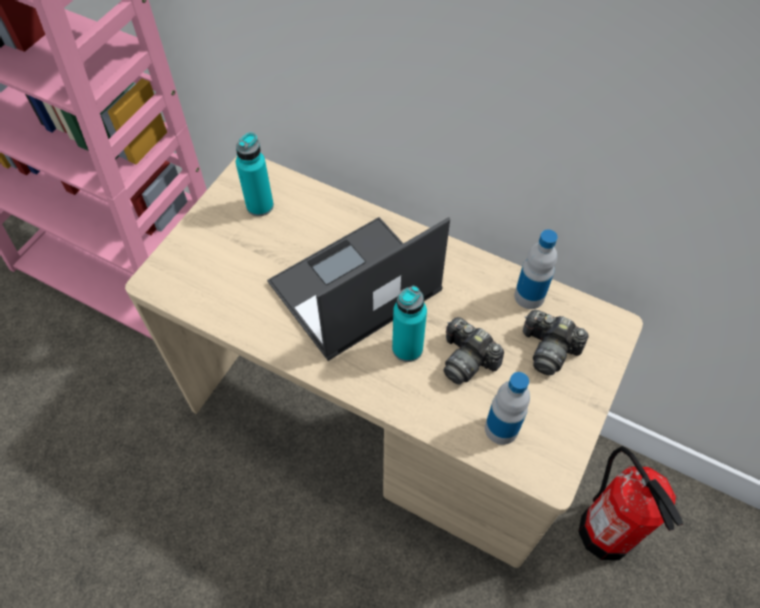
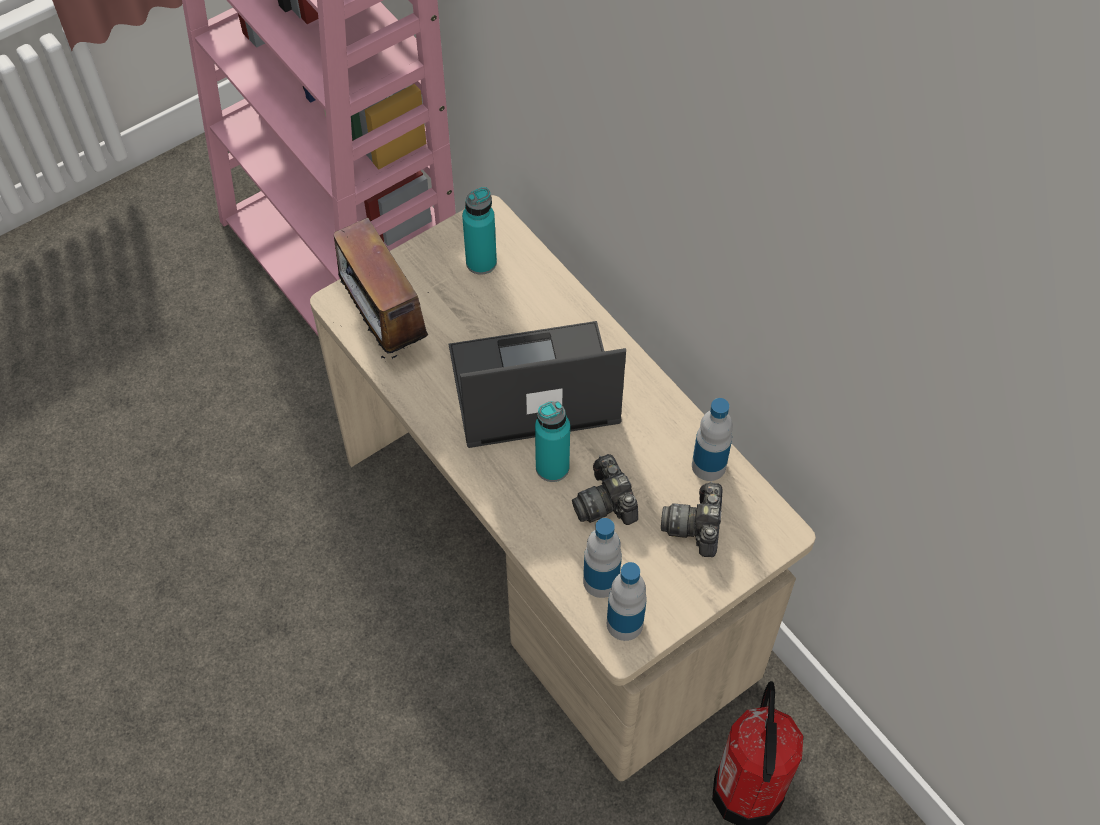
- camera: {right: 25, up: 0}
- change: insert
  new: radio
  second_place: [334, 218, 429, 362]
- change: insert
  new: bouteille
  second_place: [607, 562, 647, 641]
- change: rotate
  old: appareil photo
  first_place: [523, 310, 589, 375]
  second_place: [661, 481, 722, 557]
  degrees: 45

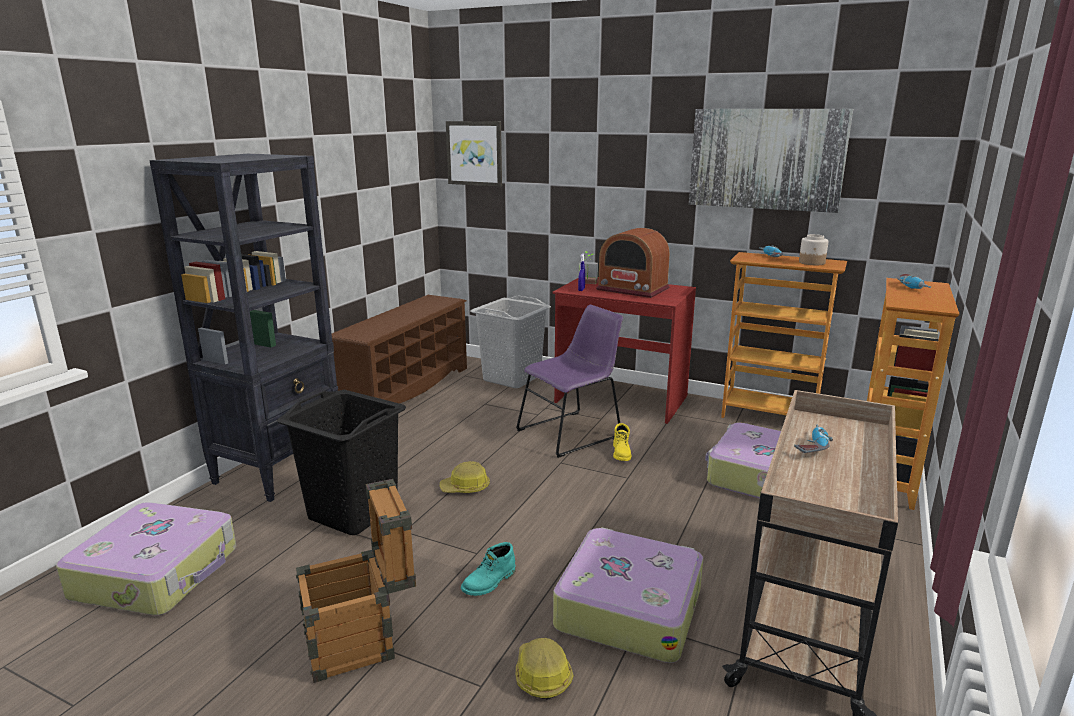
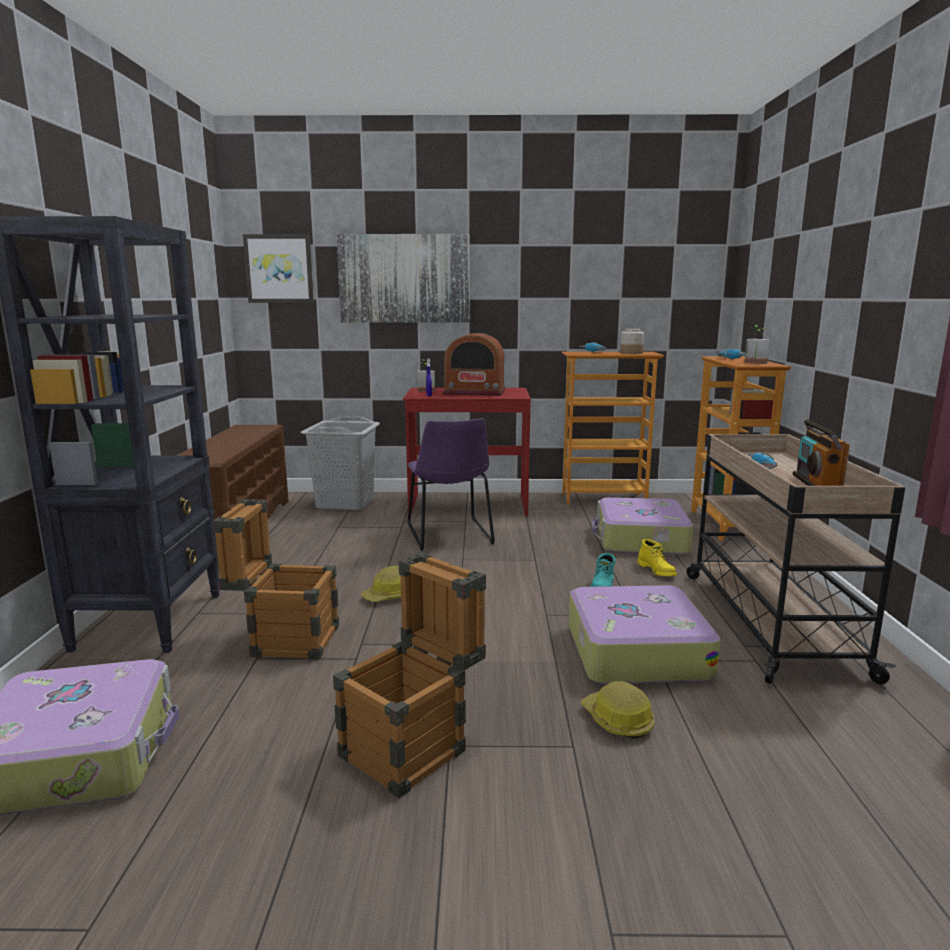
- camera: {right: -25, up: -5}
- change: replace
  old: panier à linge [noir]
  new: caisse
  first_place: [277, 390, 406, 535]
  second_place: [213, 499, 339, 660]
- change: move
  old: tableau
  first_place: [689, 109, 853, 213]
  second_place: [336, 234, 470, 323]
- change: rotate
  old: chaise [violet]
  first_place: [516, 305, 623, 458]
  second_place: [407, 418, 495, 551]
  degrees: 135
- change: move
  old: botte [turquoise]
  first_place: [461, 542, 516, 596]
  second_place: [590, 553, 616, 587]
- change: move
  old: botte [jaune]
  first_place: [613, 423, 632, 461]
  second_place: [637, 539, 677, 576]
- change: insert
  new: plante en pot
  second_place: [744, 325, 770, 364]
- change: insert
  new: radio
  second_place: [793, 419, 850, 486]

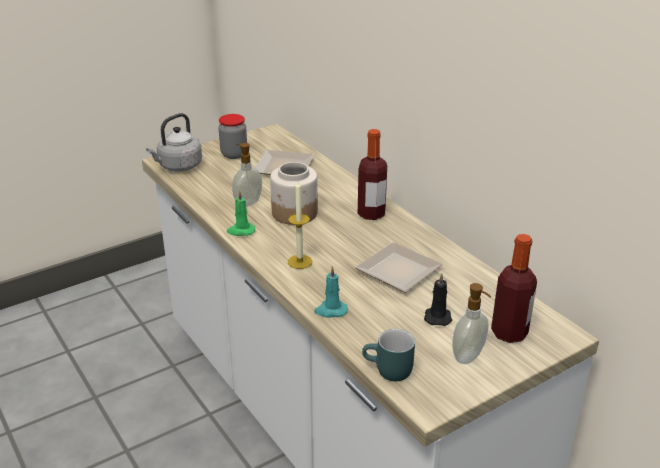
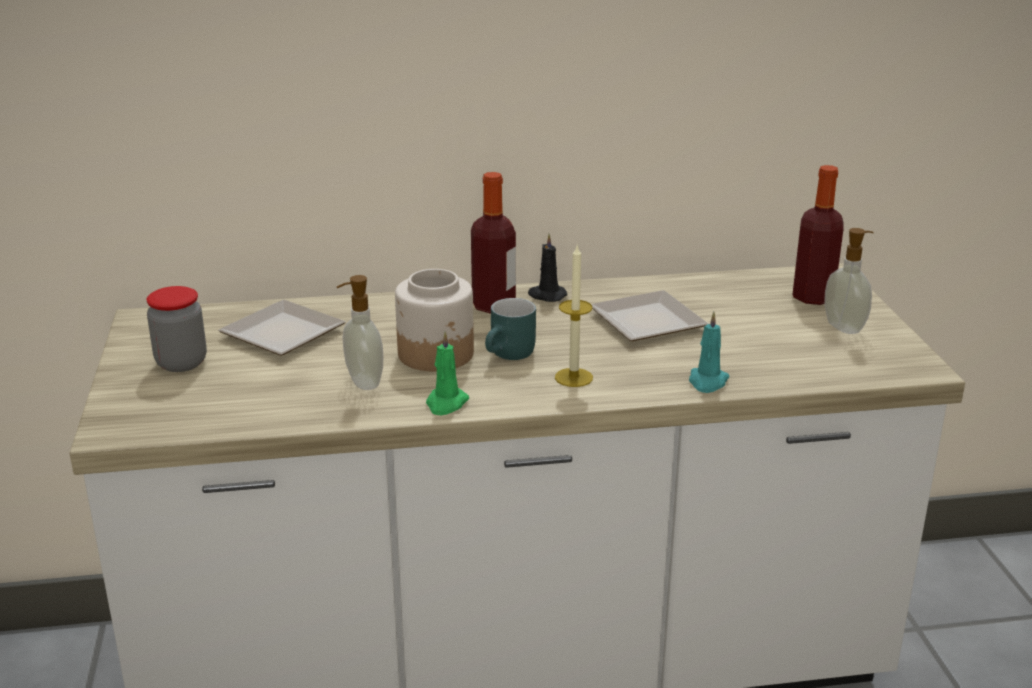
- camera: {right: -65, up: -5}
- change: move
  old: mug [turquoise]
  first_place: [362, 329, 415, 381]
  second_place: [485, 298, 536, 360]
- change: move
  old: bougie [noir]
  first_place: [424, 273, 452, 326]
  second_place: [528, 234, 567, 302]
- change: delete
  old: bouilloire [gris]
  first_place: [146, 113, 202, 171]

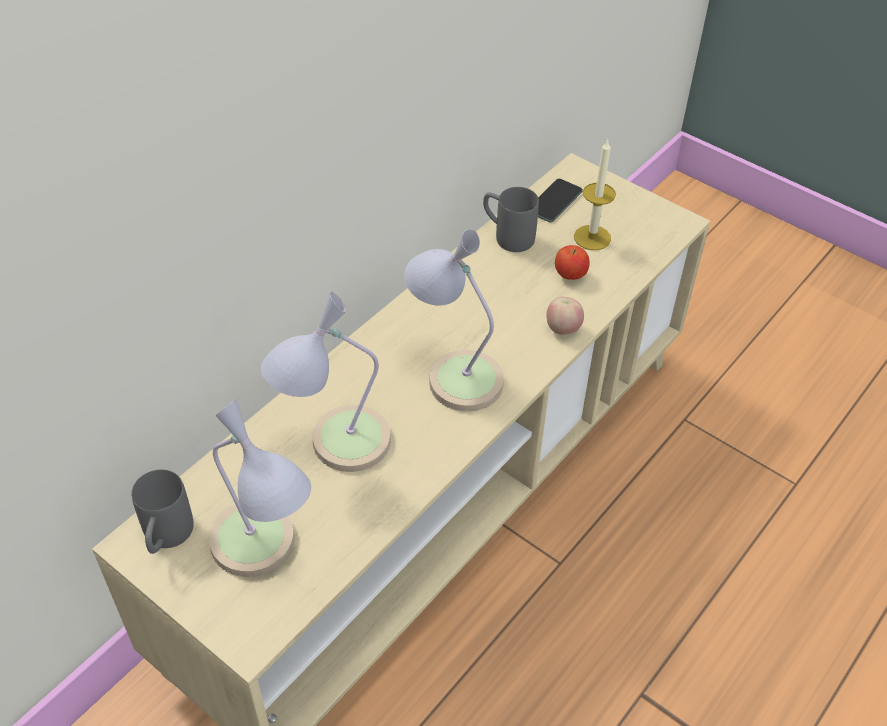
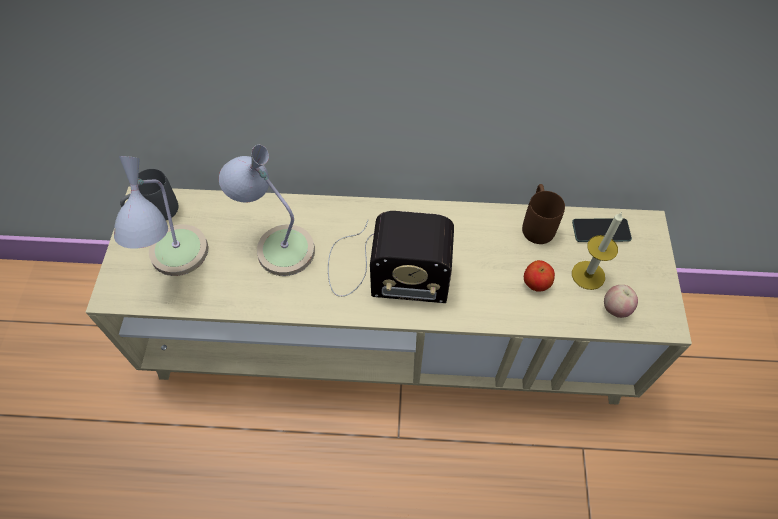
- camera: {right: 55, up: 10}
- change: replace
  old: lampe de table
  new: radio
  first_place: [404, 229, 504, 412]
  second_place: [328, 211, 454, 303]
- change: recolor
  old: mug [gris]
  new: mug [marron]
  first_place: [483, 187, 539, 252]
  second_place: [522, 184, 565, 244]
- change: move
  old: pomme
  first_place: [546, 297, 584, 335]
  second_place: [604, 285, 638, 318]

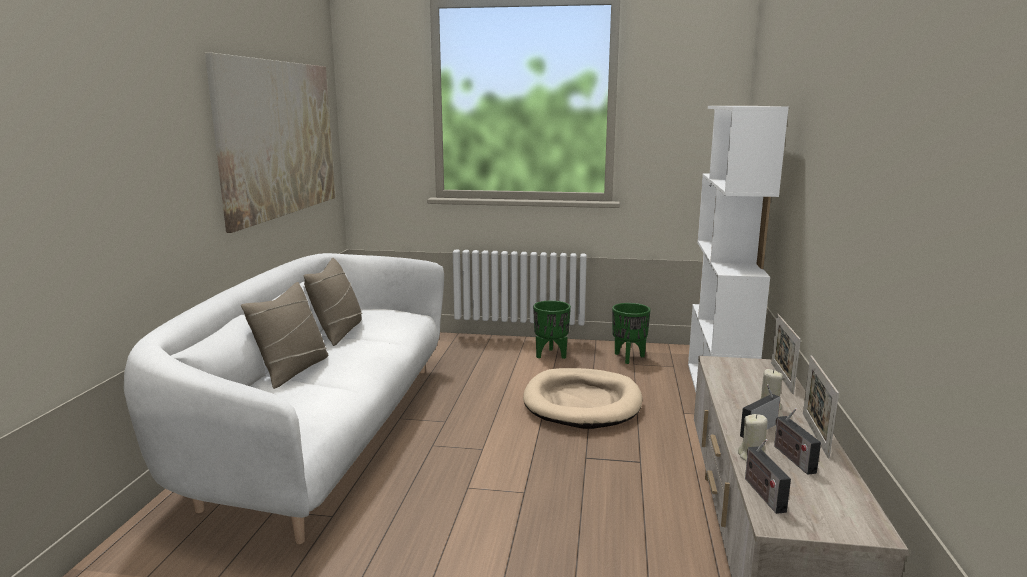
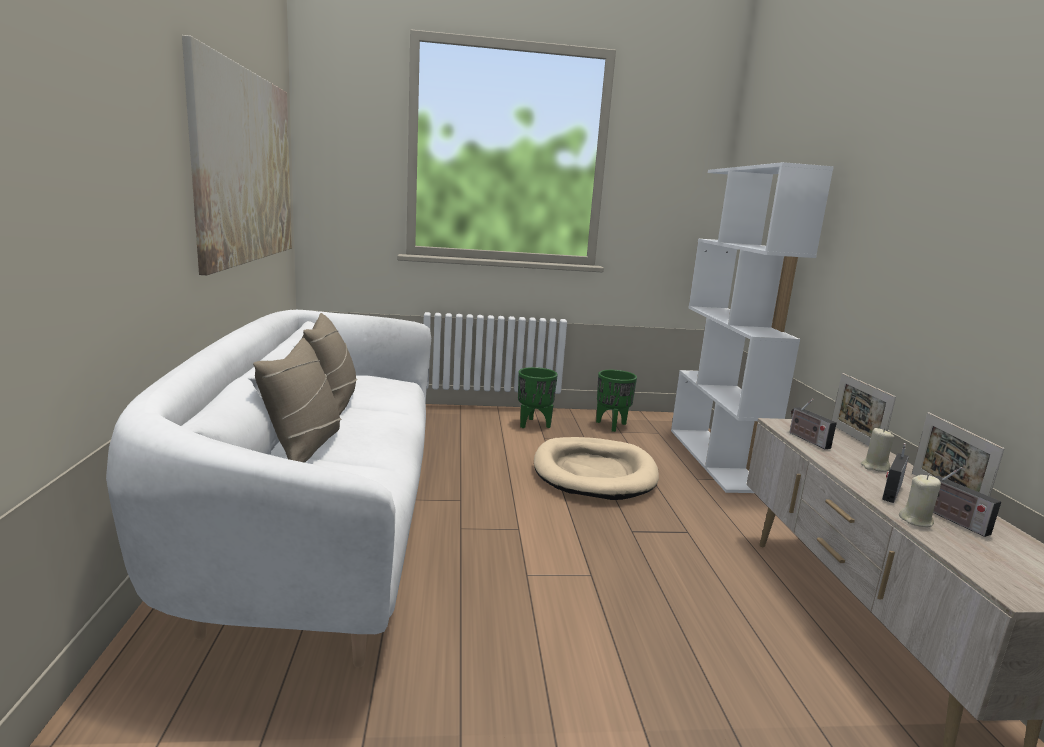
- camera: {right: -15, up: 0}
- change: move
  old: radio
  first_place: [745, 439, 791, 514]
  second_place: [789, 399, 837, 449]

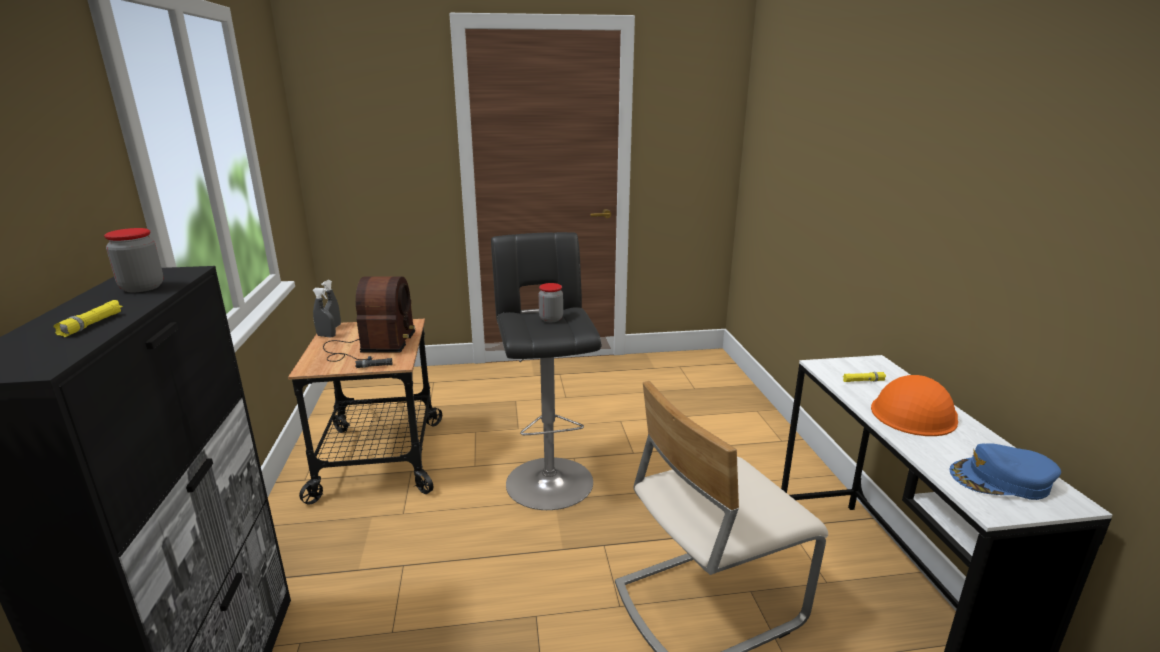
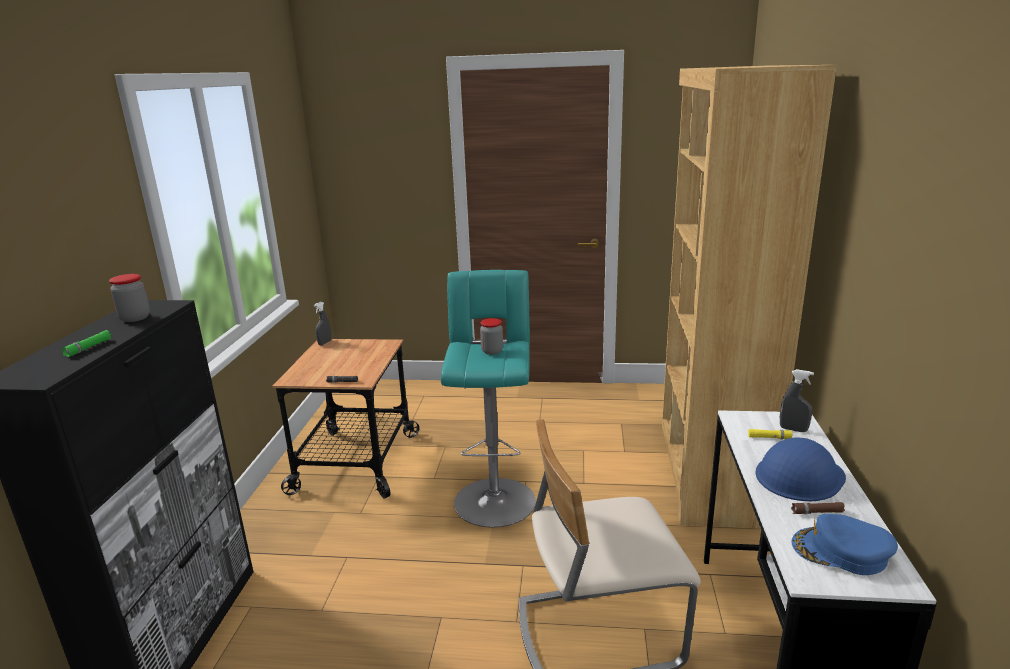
- camera: {right: 15, up: 0}
- change: recolor
  old: lampe de poche [jaune]
  new: lampe de poche [vert]
  first_place: [53, 300, 123, 337]
  second_place: [61, 330, 111, 357]
- change: recolor
  old: tabouret [noir]
  new: tabouret [turquoise]
  first_place: [491, 232, 602, 510]
  second_place: [441, 270, 536, 527]
- change: insert
  new: bibliothèque [marron]
  second_place: [662, 65, 837, 528]
- change: recolor
  old: casque de chantier [orange]
  new: casque de chantier [bleu]
  first_place: [871, 375, 958, 436]
  second_place: [756, 437, 846, 501]
- change: move
  old: vaporisateur [gris]
  first_place: [312, 288, 336, 337]
  second_place: [780, 369, 814, 432]
- change: insert
  new: lampe de poche [marron]
  second_place: [791, 502, 845, 514]
- change: delete
  old: radio
  first_place: [323, 276, 415, 362]

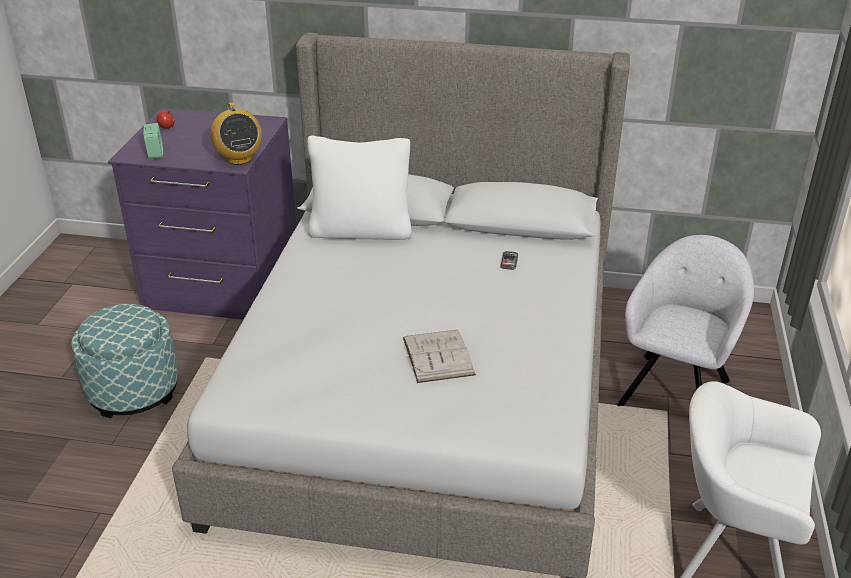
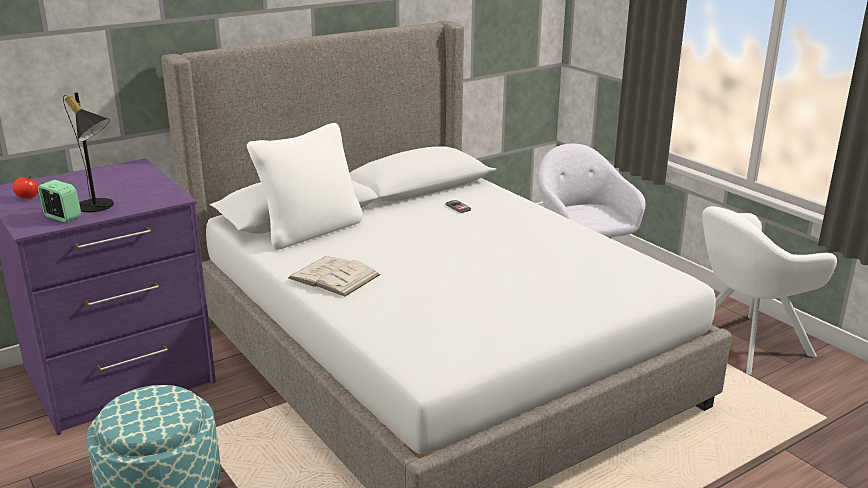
- camera: {right: -45, up: -10}
- change: insert
  new: lampe de table [noir]
  second_place: [63, 92, 114, 212]
- change: move
  old: livre [blanc]
  first_place: [403, 330, 476, 383]
  second_place: [289, 256, 380, 296]
- change: delete
  old: radio
  first_place: [210, 102, 262, 165]

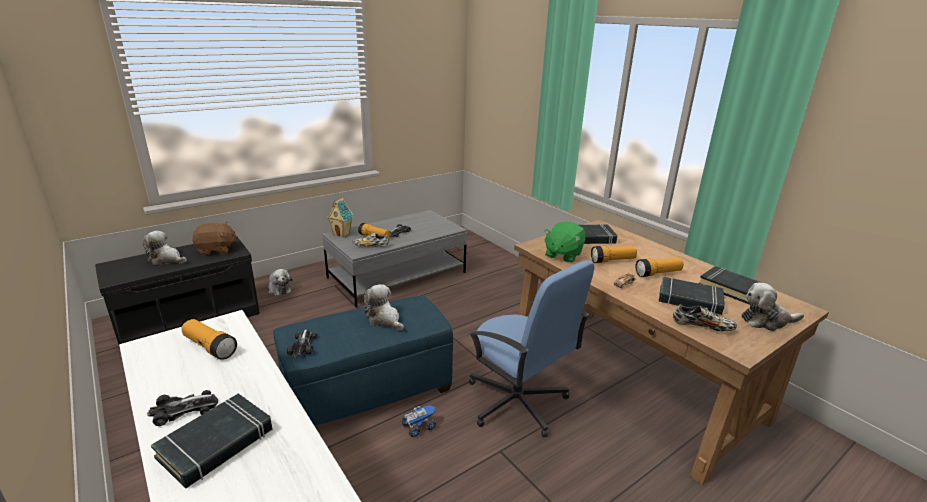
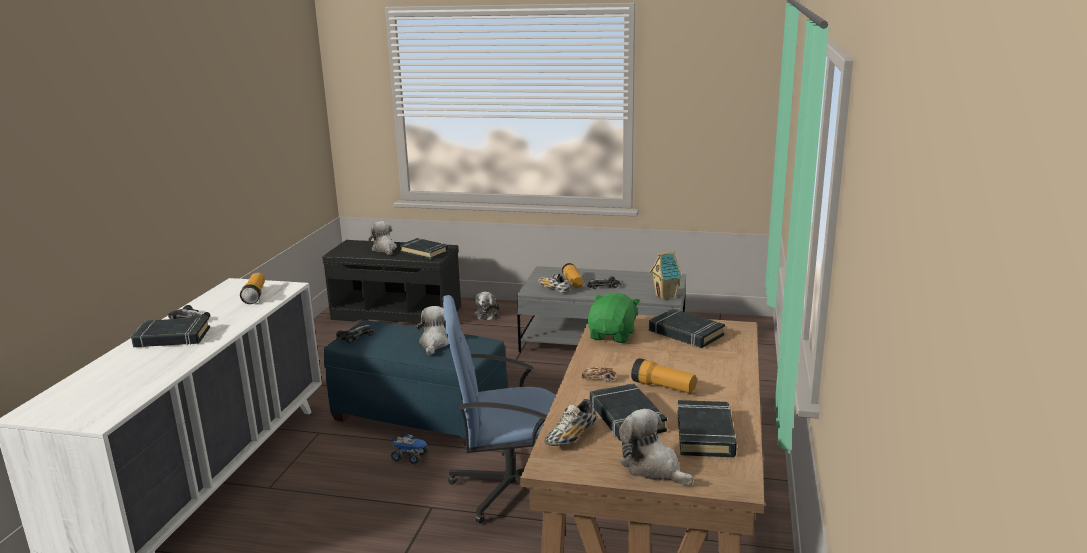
- camera: {right: 50, up: -5}
- change: replace
  old: peluche [marron]
  new: livre [noir]
  first_place: [192, 222, 238, 255]
  second_place: [400, 238, 448, 259]
- change: rotate
  old: chaise de bureau [bleu]
  first_place: [468, 260, 594, 437]
  second_place: [443, 295, 556, 524]
  degrees: 75
- change: rotate
  old: chaussure
  first_place: [673, 304, 737, 332]
  second_place: [544, 399, 597, 446]
  degrees: 60
- change: rotate
  old: peluche [vert]
  first_place: [544, 222, 585, 263]
  second_place: [588, 293, 640, 343]
  degrees: 120
- change: move
  old: maison miniature
  first_place: [327, 198, 354, 237]
  second_place: [650, 251, 683, 300]
- change: delete
  old: lampe de poche
  first_place: [591, 246, 637, 263]

